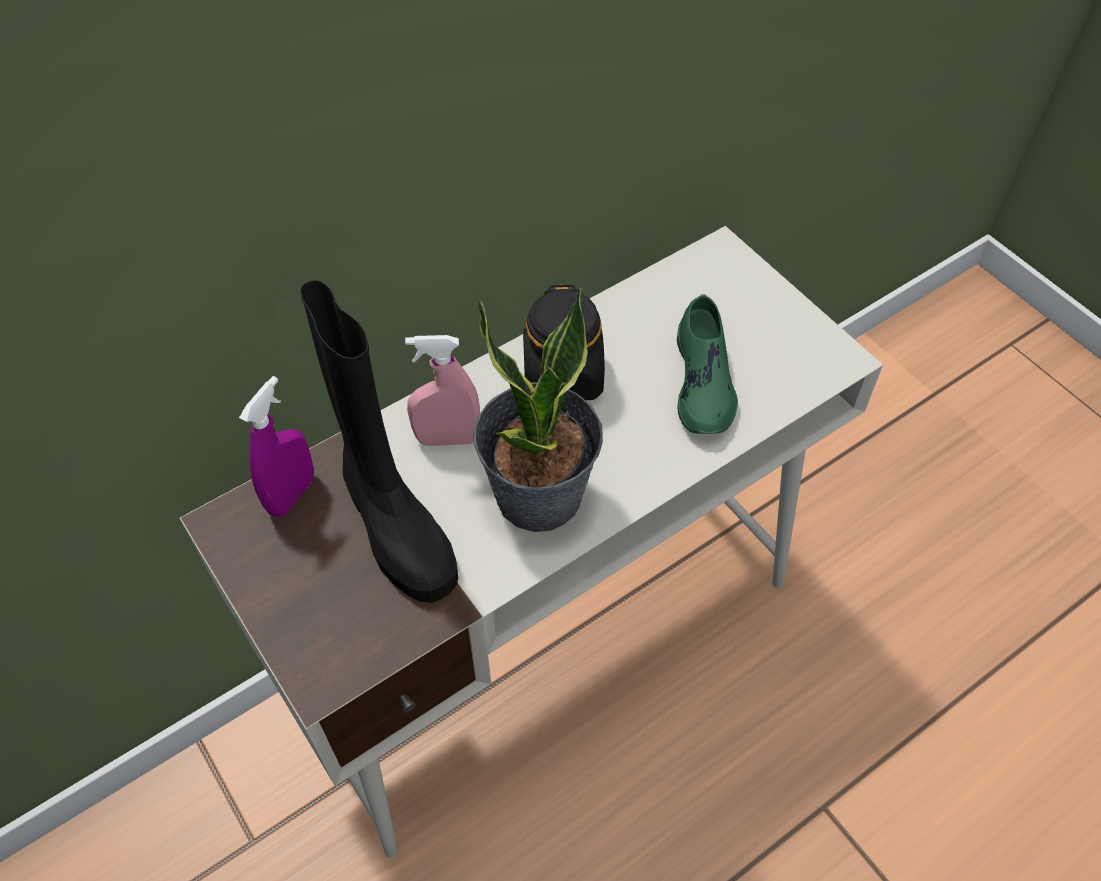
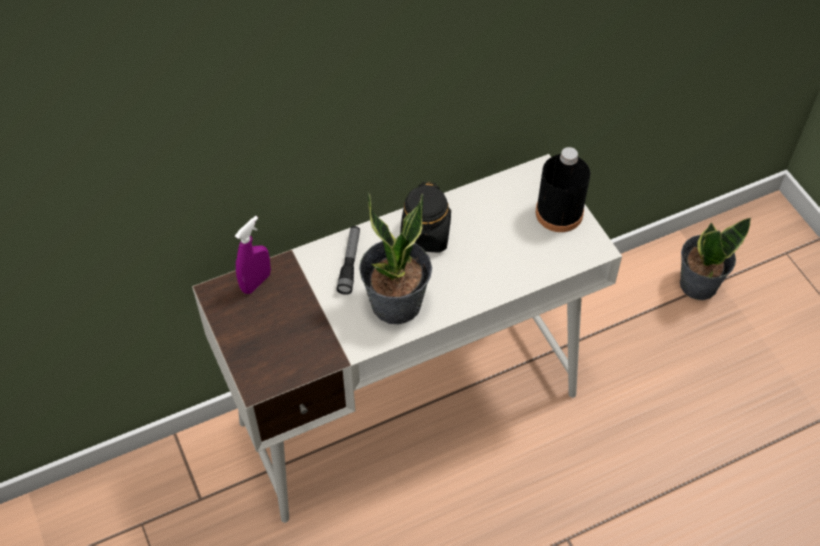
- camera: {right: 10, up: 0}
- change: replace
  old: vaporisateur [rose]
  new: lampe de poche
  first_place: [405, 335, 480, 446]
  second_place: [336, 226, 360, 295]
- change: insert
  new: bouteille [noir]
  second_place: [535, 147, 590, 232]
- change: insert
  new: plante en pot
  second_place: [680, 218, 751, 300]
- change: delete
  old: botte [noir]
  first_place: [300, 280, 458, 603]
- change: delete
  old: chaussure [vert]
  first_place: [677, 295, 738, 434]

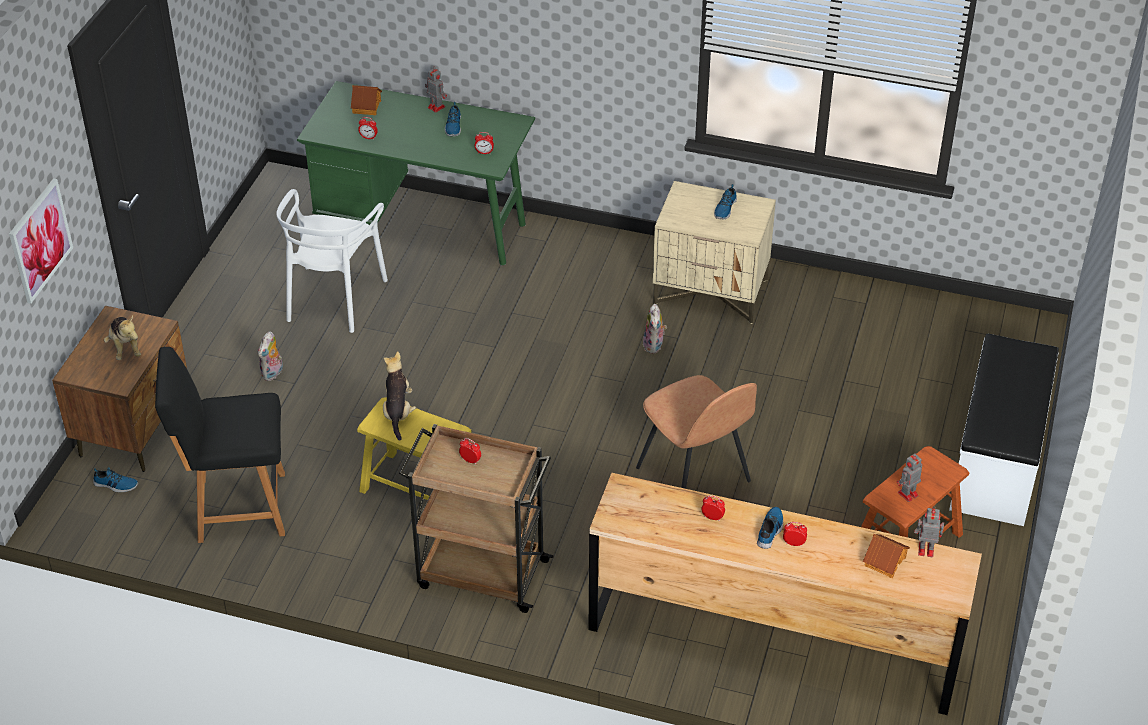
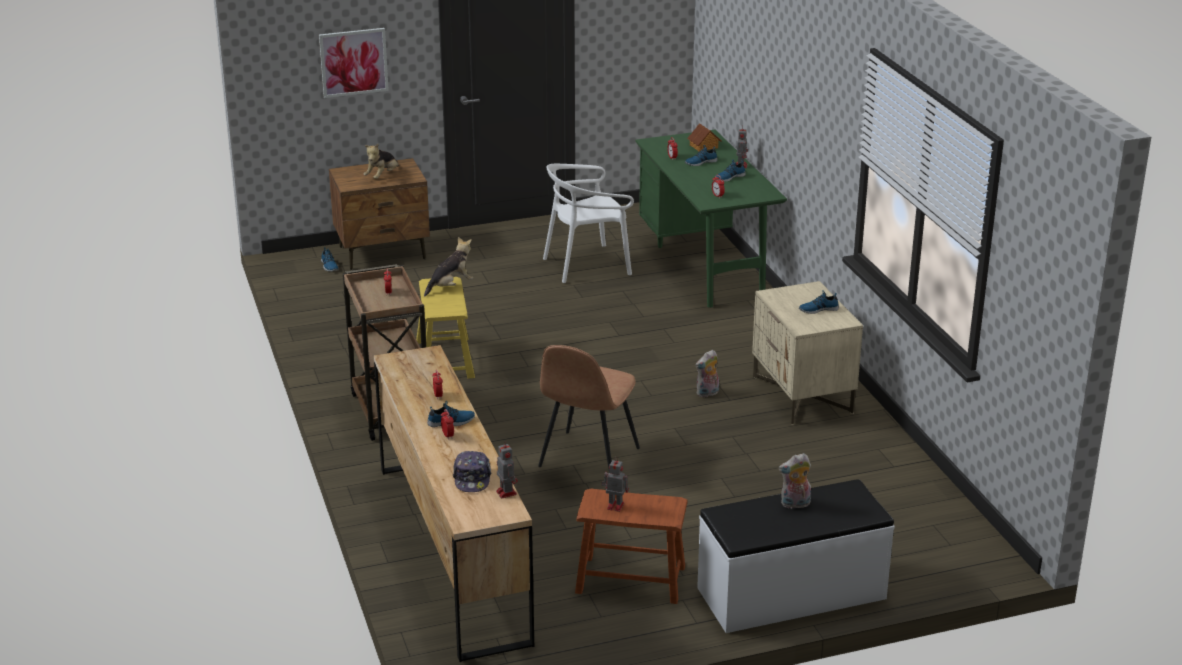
- camera: {right: 55, up: -15}
- change: replace
  old: maison miniature
  new: casquette
  first_place: [863, 534, 910, 578]
  second_place: [453, 451, 491, 492]
- change: insert
  new: chaussure
  second_place: [685, 145, 718, 166]
- change: move
  old: peluche
  first_place: [258, 331, 283, 381]
  second_place: [779, 453, 811, 509]
- change: delete
  old: chaise [noir]
  first_place: [155, 347, 285, 543]

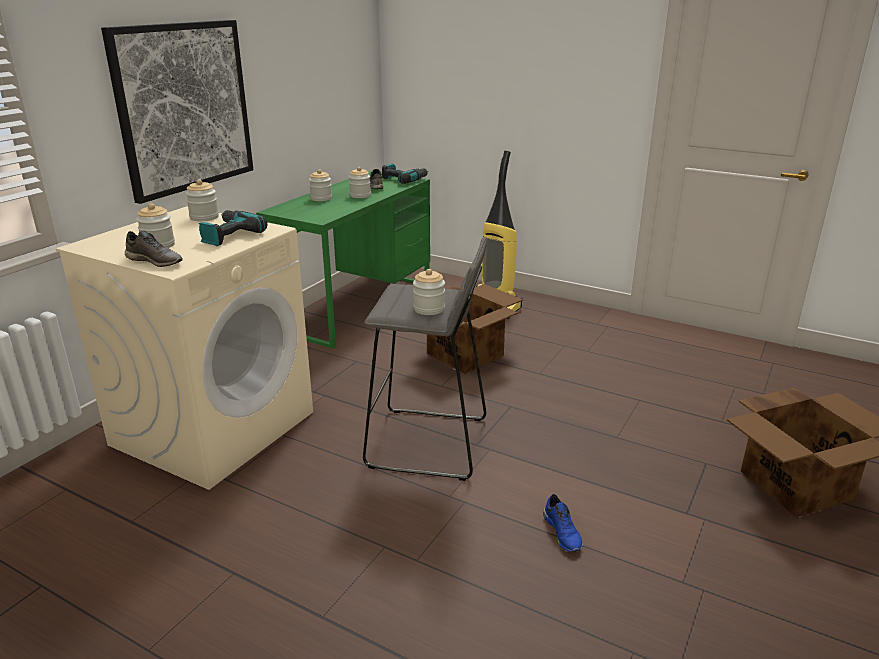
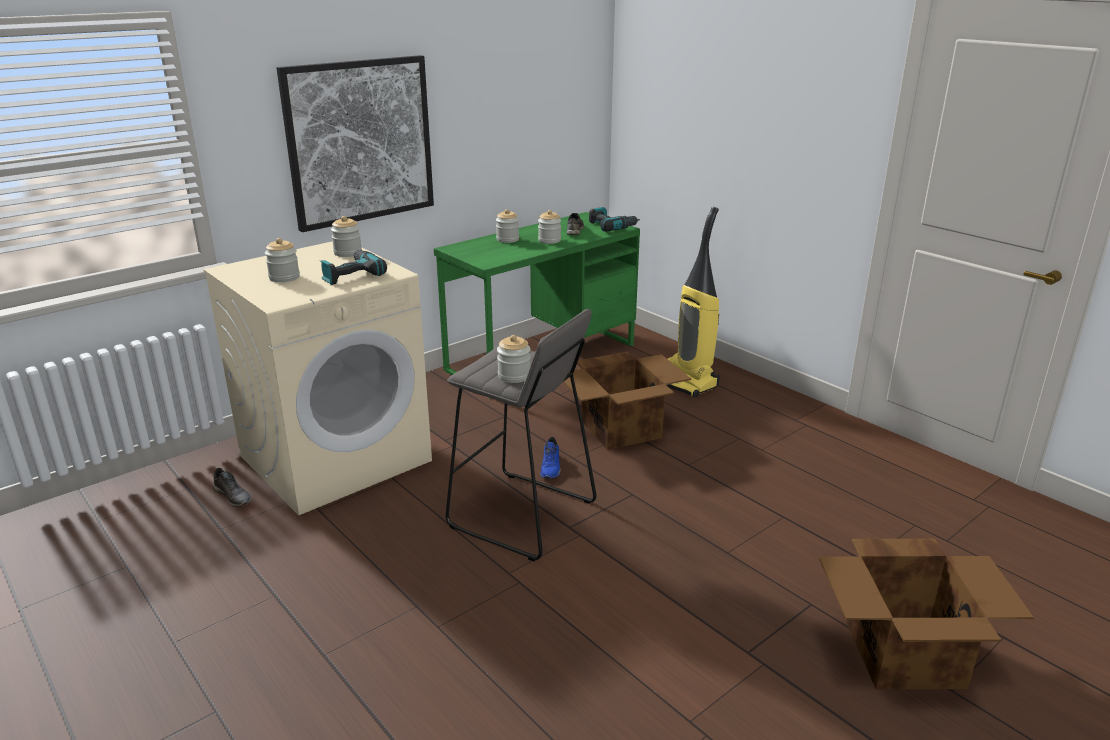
- camera: {right: 20, up: 0}
- change: move
  old: chaussure [gris]
  first_place: [125, 230, 183, 267]
  second_place: [213, 468, 251, 507]
- change: move
  old: chaussure [bleu]
  first_place: [543, 494, 583, 552]
  second_place: [540, 437, 561, 478]

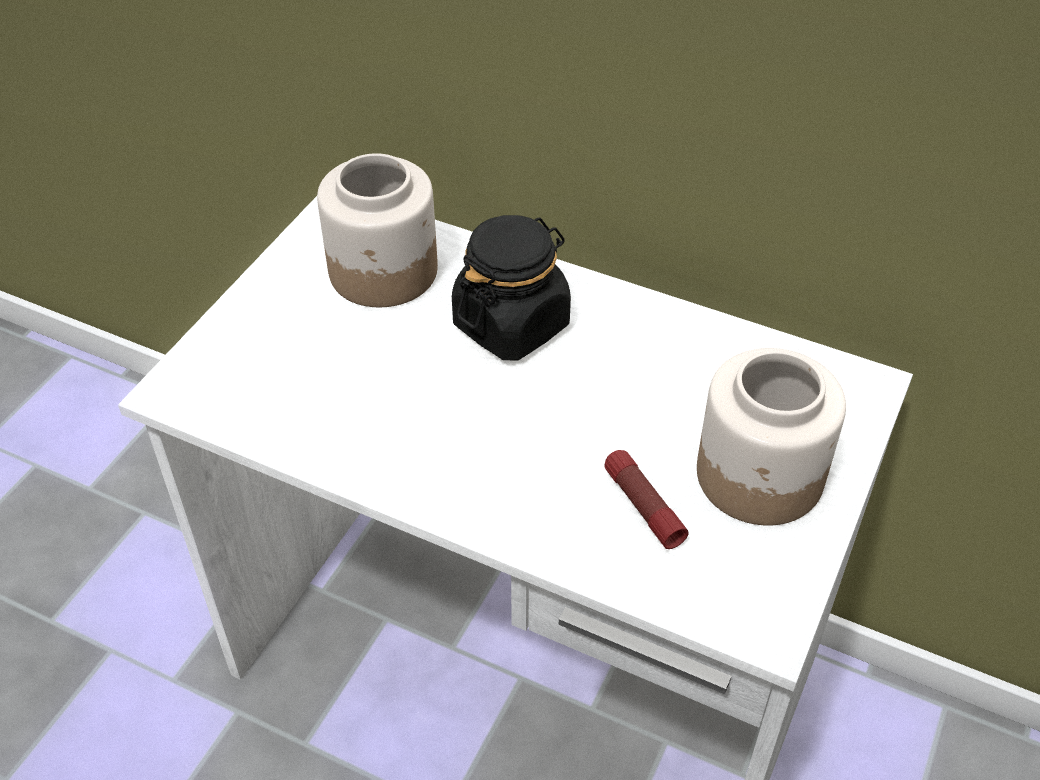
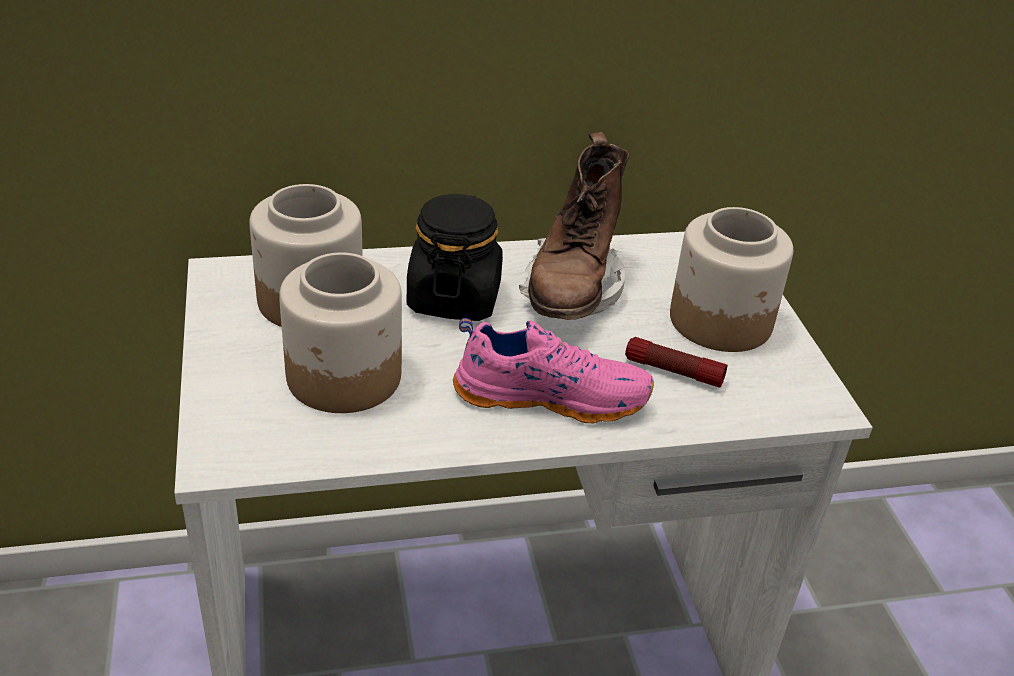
- camera: {right: -40, up: -10}
- change: insert
  new: bocal
  second_place: [279, 253, 402, 413]
- change: insert
  new: chaussure [rose]
  second_place: [453, 318, 654, 423]
- change: insert
  new: botte [marron]
  second_place: [519, 132, 629, 320]

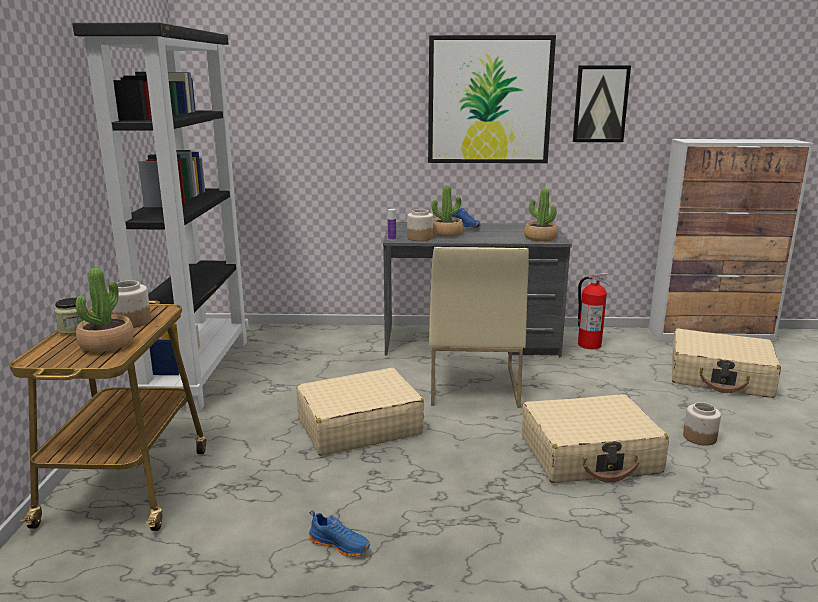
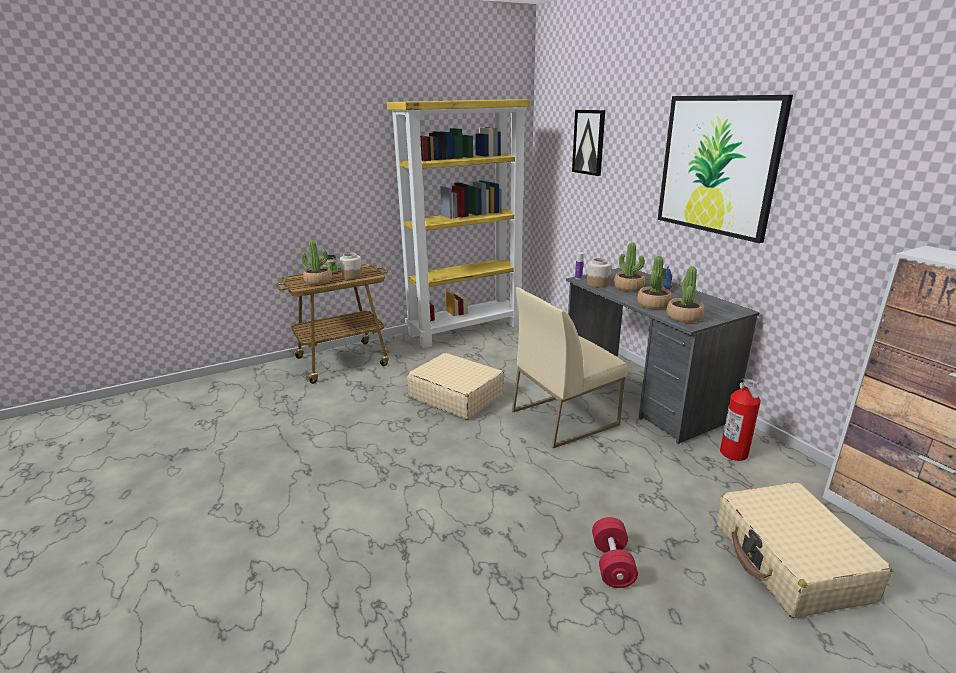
- camera: {right: 60, up: 5}
- change: recolor
  old: bibliothèque [noir]
  new: bibliothèque [jaune]
  first_place: [72, 23, 249, 413]
  second_place: [386, 99, 530, 348]
- change: move
  old: tableau
  first_place: [573, 65, 631, 142]
  second_place: [572, 110, 605, 176]
- change: replace
  old: bocal
  new: haltère [rouge]
  first_place: [683, 402, 721, 446]
  second_place: [592, 517, 638, 588]
- change: insert
  new: plante en pot
  second_place: [637, 256, 672, 309]
- change: delete
  old: chaussure [bleu]
  first_place: [308, 510, 370, 557]
- change: delete
  old: valise [beige]
  first_place: [522, 394, 669, 483]

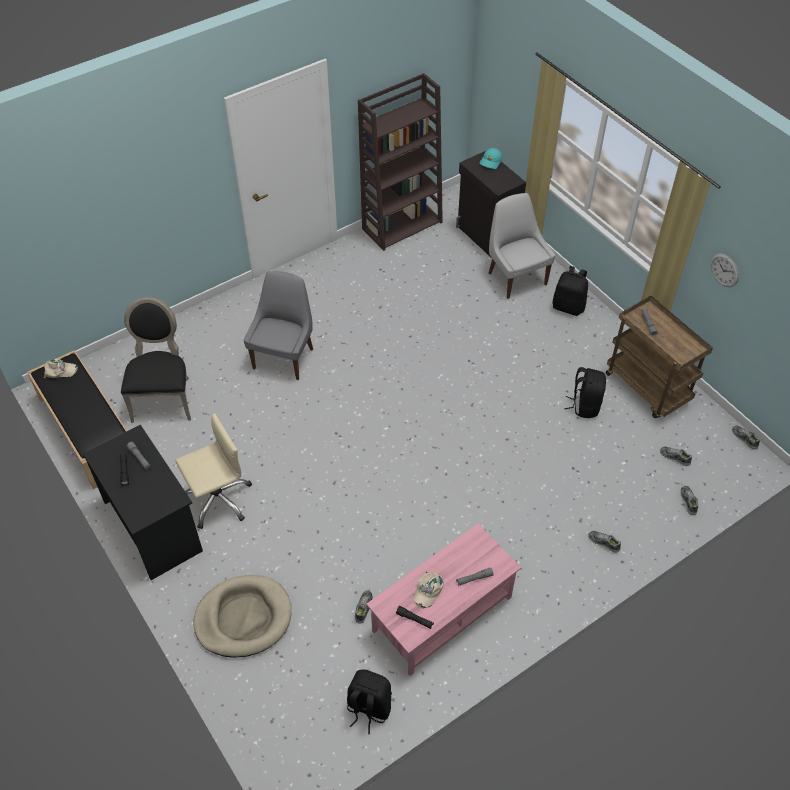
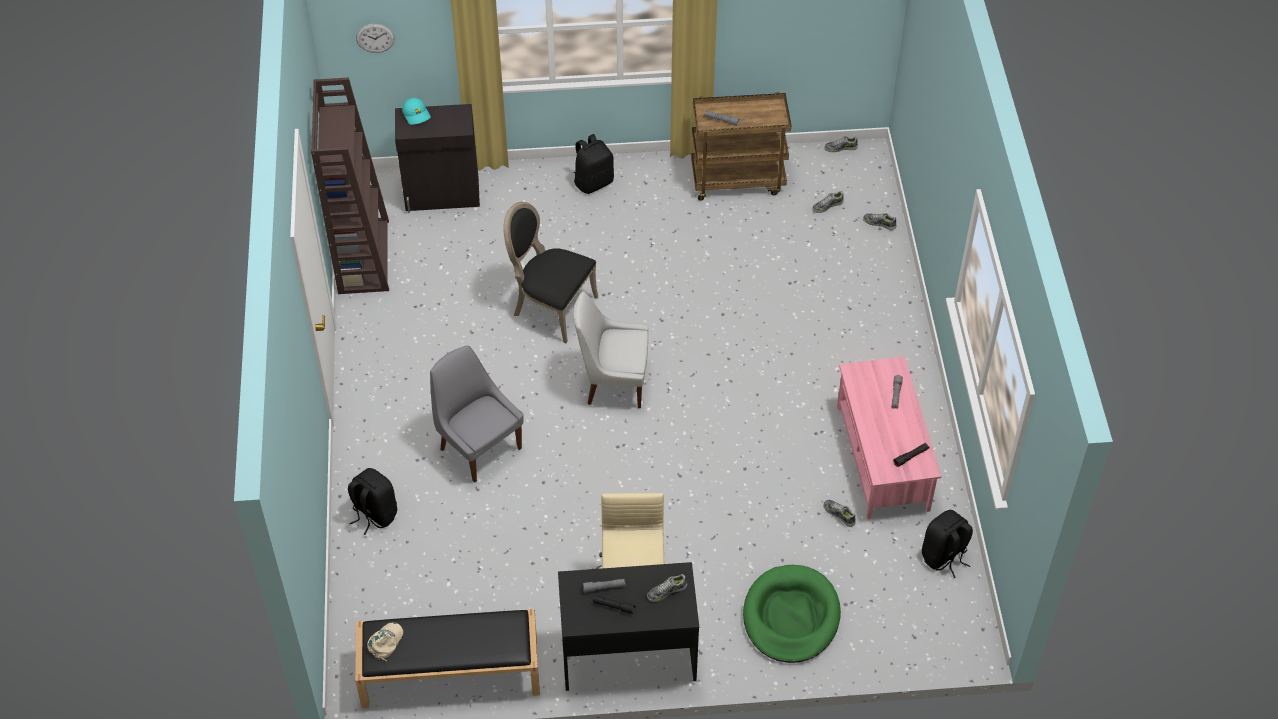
- camera: {right: -60, up: 0}
- change: move
  old: sac à dos [noir]
  first_place: [565, 367, 606, 418]
  second_place: [348, 468, 397, 535]
- change: move
  old: horloge murale
  first_place: [710, 254, 739, 287]
  second_place: [356, 24, 395, 53]
- change: move
  old: chaise [noir]
  first_place: [121, 297, 191, 423]
  second_place: [503, 202, 598, 343]
- change: move
  old: chaise [blanc]
  first_place: [488, 193, 556, 299]
  second_place: [573, 292, 648, 408]
- change: move
  old: chaussure
  first_place: [588, 531, 621, 553]
  second_place: [647, 574, 687, 602]
- change: recolor
  old: panier pour chien [beige]
  new: panier pour chien [vert]
  first_place: [194, 575, 292, 658]
  second_place: [743, 565, 841, 663]
- change: delete
  old: casquette [beige]
  first_place: [413, 571, 444, 609]

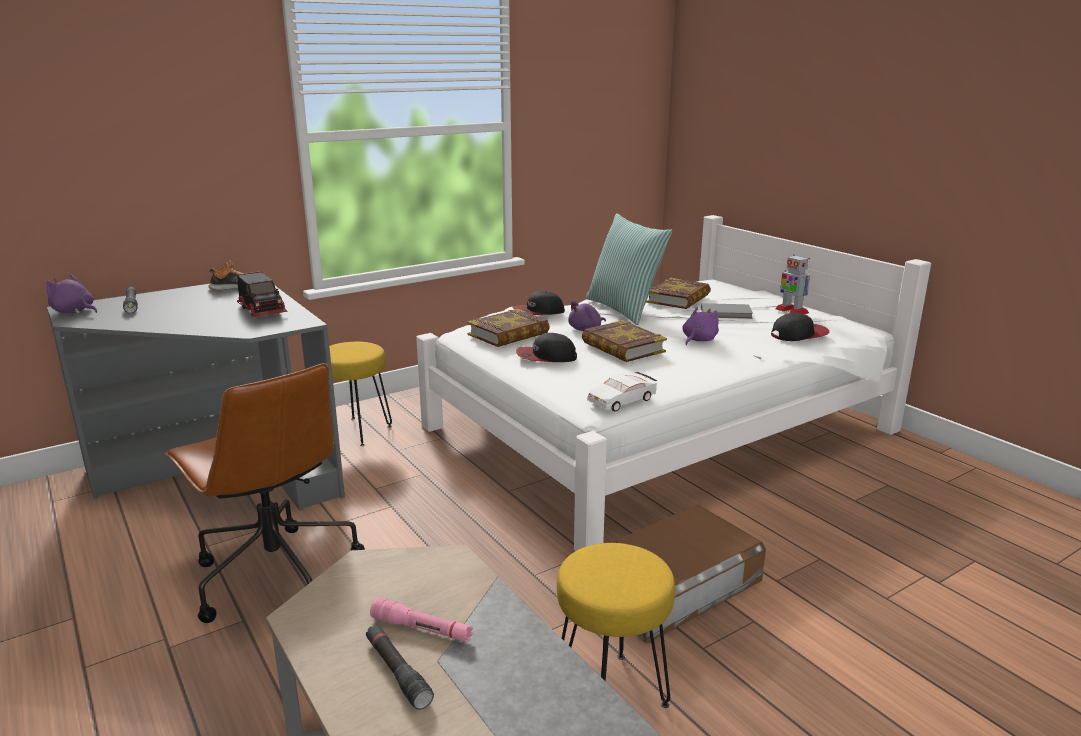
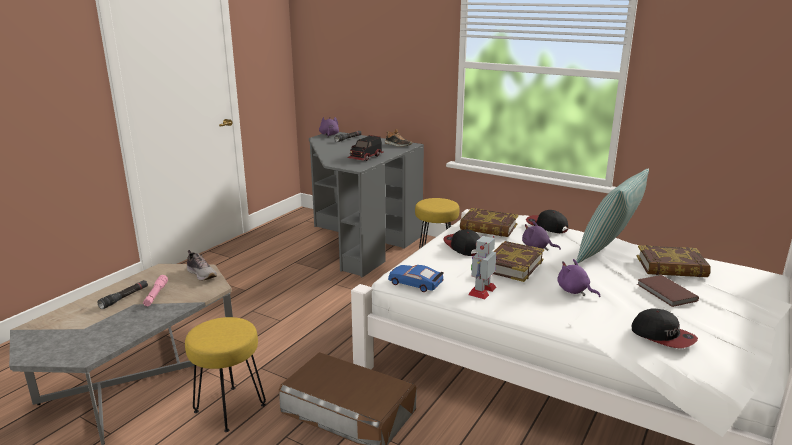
- camera: {right: 65, up: 0}
- change: insert
  new: chaussure
  second_place: [187, 250, 217, 281]
- change: recolor
  old: petite voiture [blanc]
  new: petite voiture [bleu]
  first_place: [587, 372, 658, 412]
  second_place: [388, 265, 444, 292]
- change: move
  old: robot jouet
  first_place: [775, 254, 810, 314]
  second_place: [468, 236, 497, 299]
- change: rotate
  old: peluche [violet]
  first_place: [682, 307, 719, 345]
  second_place: [557, 259, 600, 297]
  degrees: -150
- change: recolor
  old: livre [gris]
  new: livre [marron]
  first_place: [701, 303, 753, 319]
  second_place: [637, 275, 699, 307]
- change: delete
  old: chaise de bureau [marron]
  first_place: [165, 363, 365, 623]

